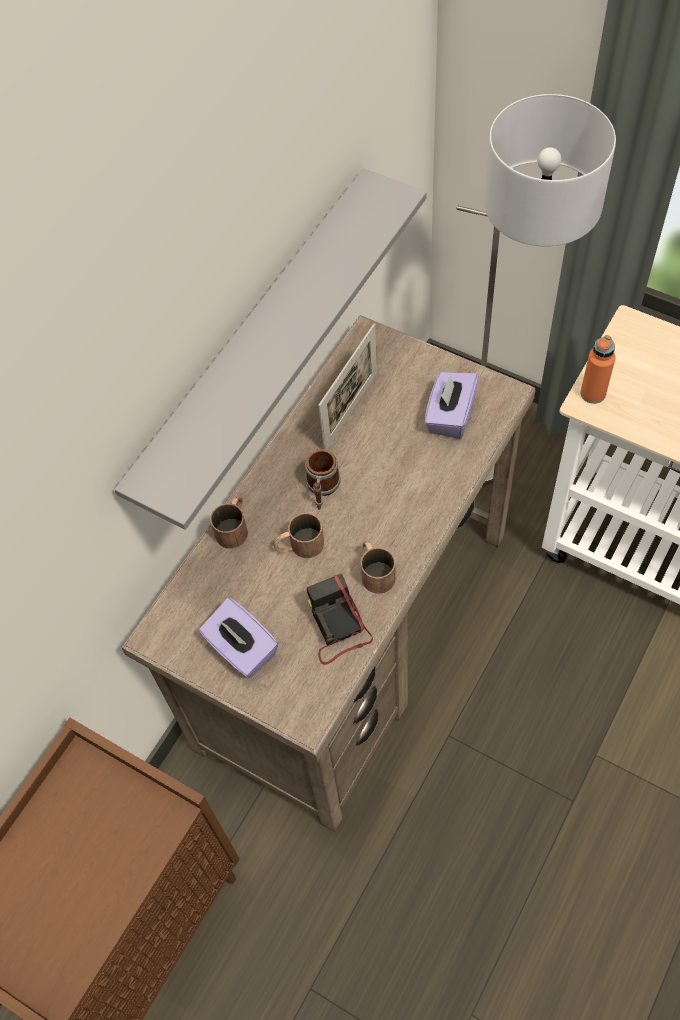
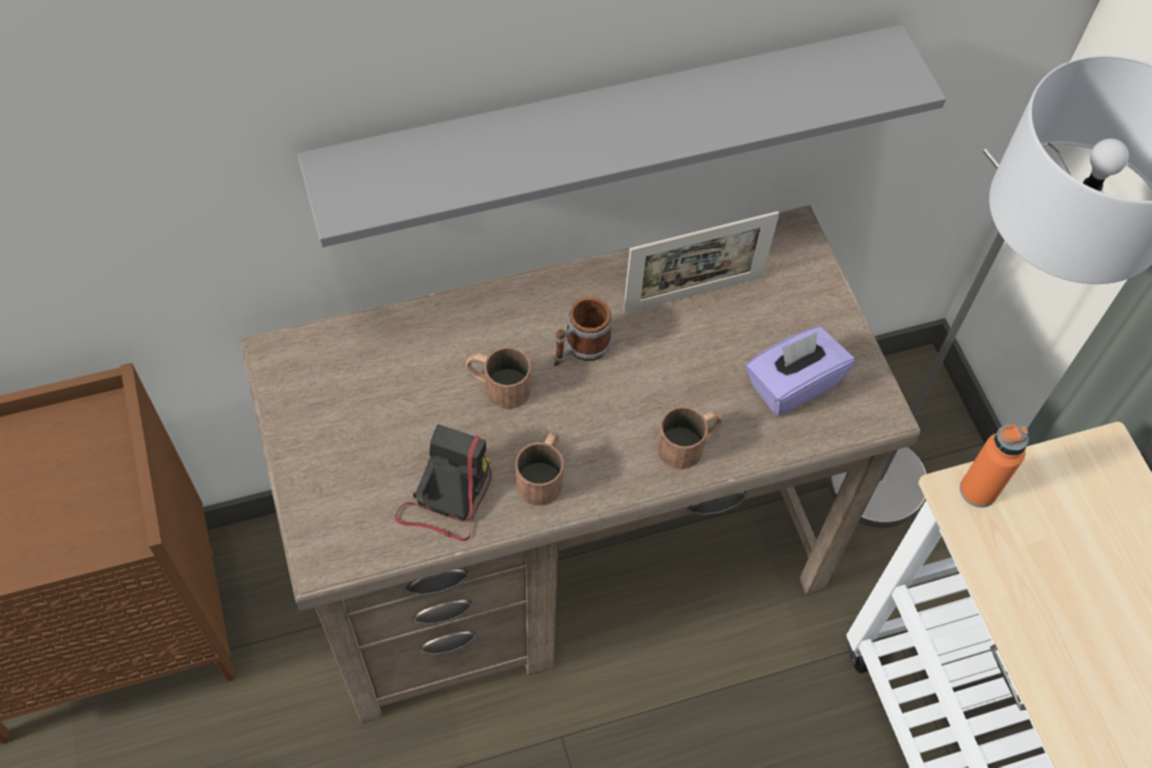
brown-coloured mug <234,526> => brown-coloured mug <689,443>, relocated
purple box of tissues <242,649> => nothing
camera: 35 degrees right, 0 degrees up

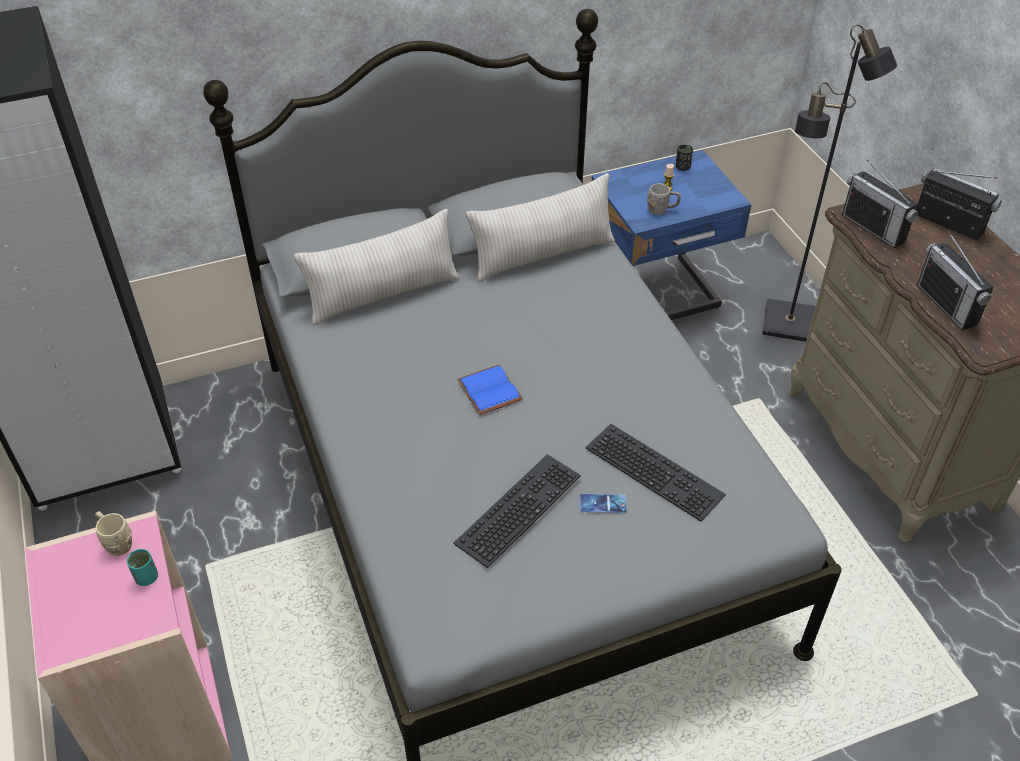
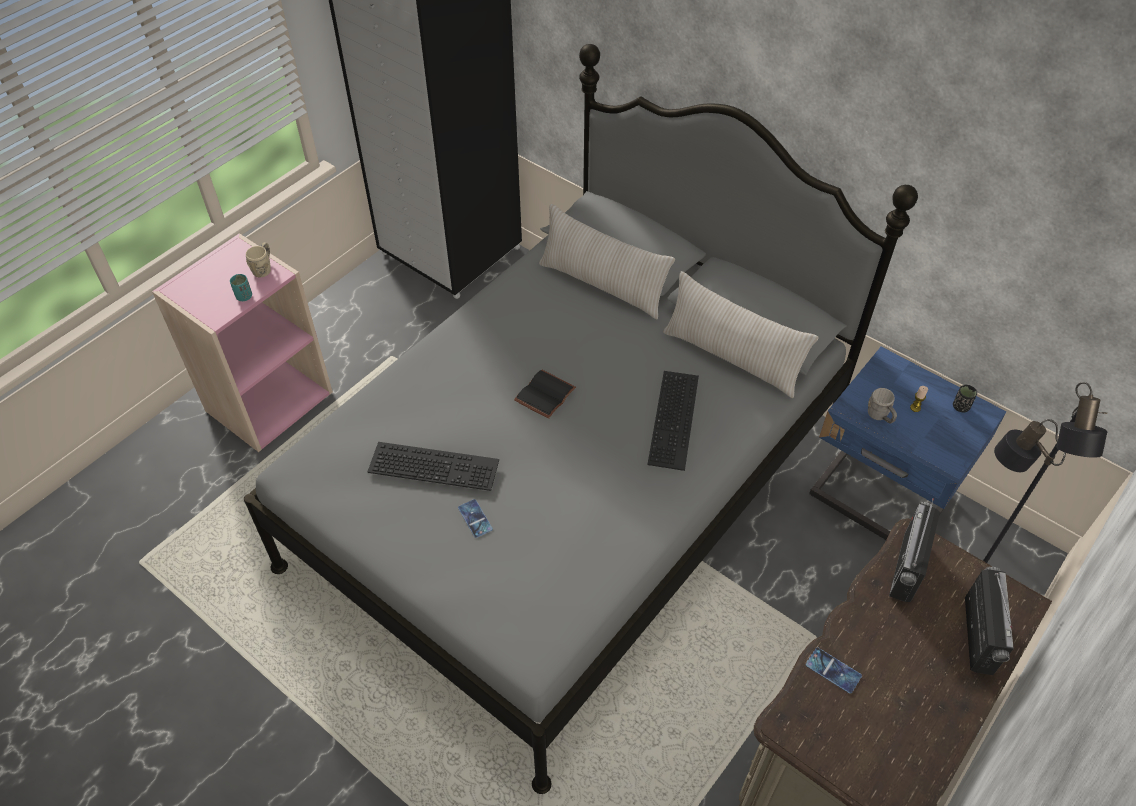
bluish volume <491,391> => black volume <545,396>
PC keyboard <657,470> => PC keyboard <676,420>, relocated
radio receiver <946,305> => handset <833,670>
camera: 60 degrees right, 5 degrees up

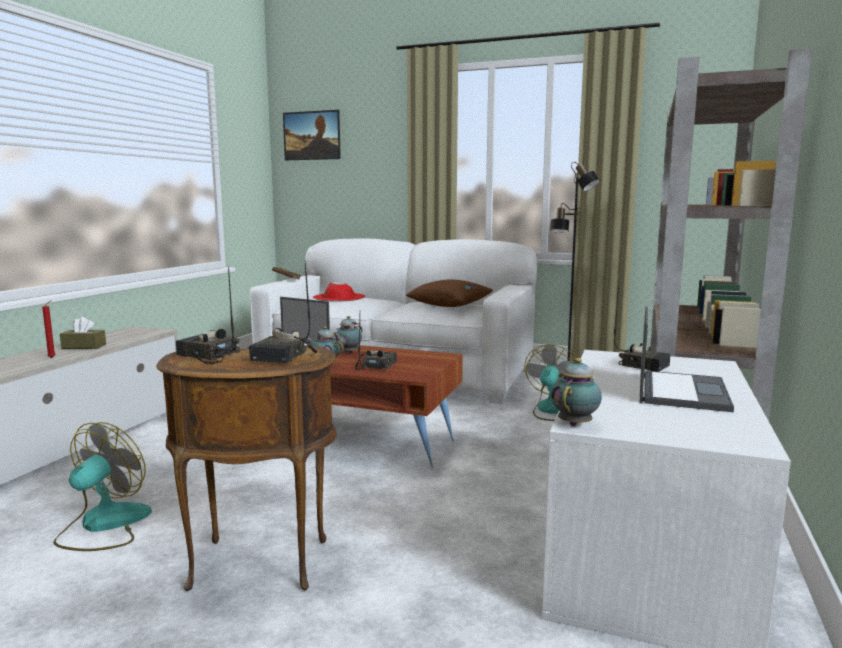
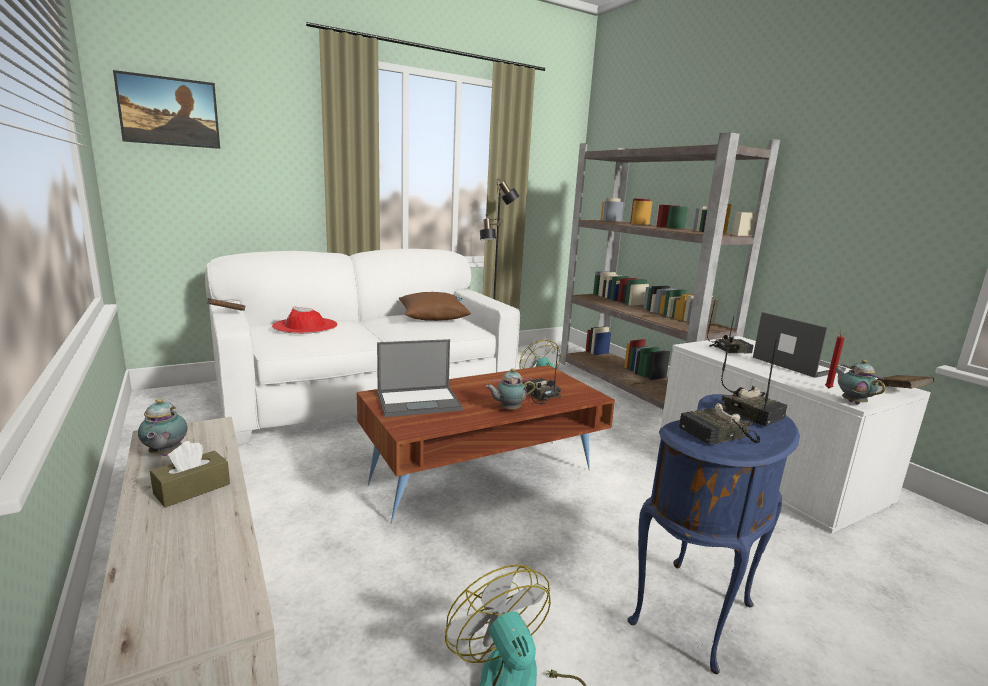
pot for tea <348,353> => pot for tea <165,454>, relocated
brown-coloured end table <257,567> => bluish end table <697,616>
red-coloured wax candle <53,358> => red-coloured wax candle <828,388>, relocated
nothing => brown-coloured volume <901,391>
camera: 50 degrees left, 5 degrees up

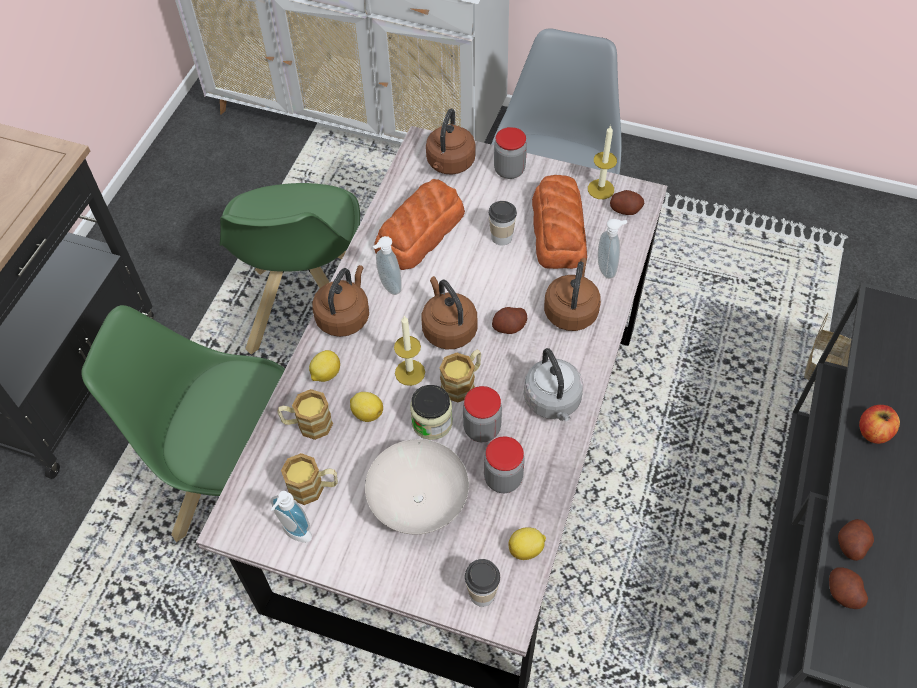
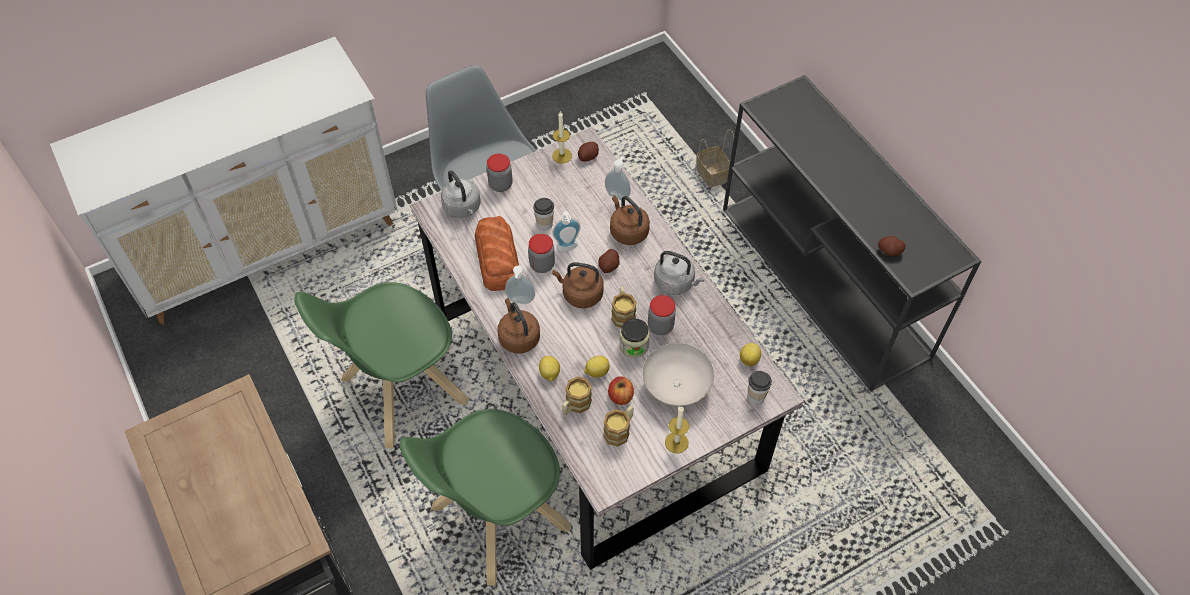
green-coloured upright chair <308,312> => green-coloured upright chair <400,391>, 105 degrees clockwise
brown-coloured water kettle <450,164> => greyish water kettle <463,208>
preserve jar <503,478> => preserve jar <542,265>, relocated
soap dispenser <294,535> => soap dispenser <567,248>, relocated
whole apple <873,432> => whole apple <620,396>, relocated
wax candle <410,372> => wax candle <676,442>, relocated
bakery bread <559,229> => nothing
spud <851,544> => nothing
camera: 50 degrees left, 0 degrees up

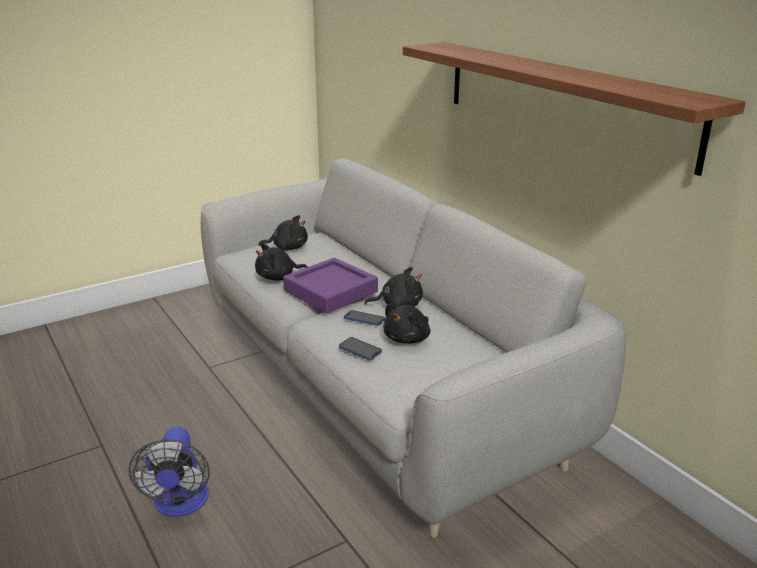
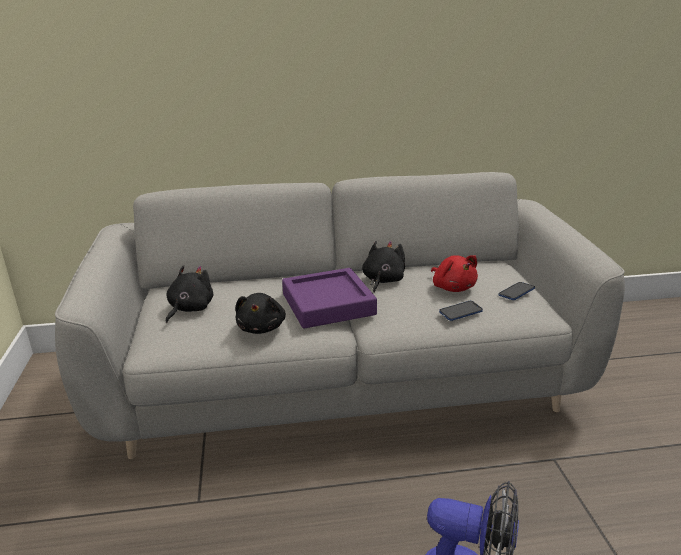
black plush toy <408,338> => red-coloured plush toy <453,287>
handset <364,319> => handset <516,292>, relocated
shelf <561,100> => nothing
camera: 65 degrees left, 0 degrees up

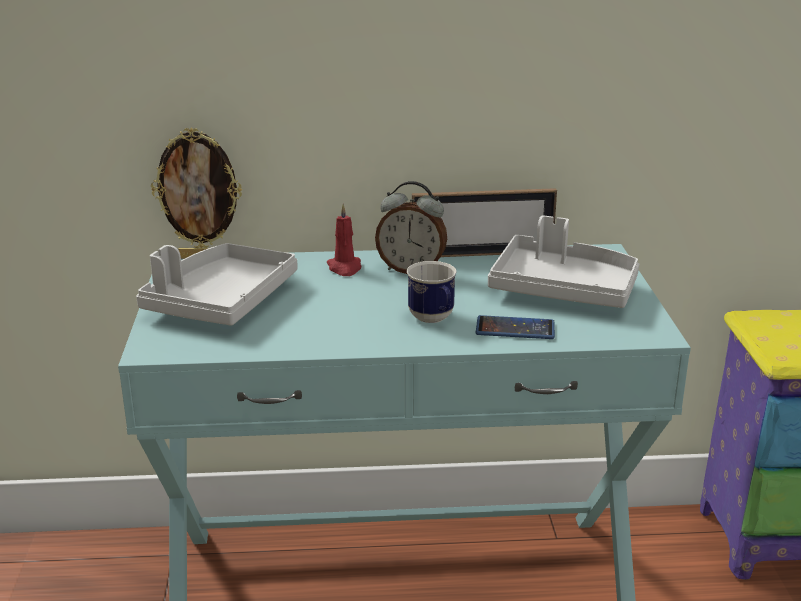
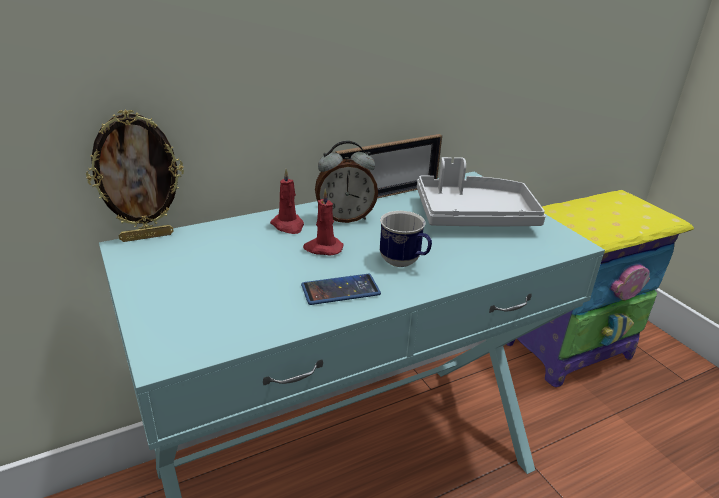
handset <515,329> => handset <340,290>, relocated
nothing => red-coloured wax candle <323,248>
greyish carrying tray <221,301> => nothing
camera: 25 degrees left, 5 degrees up

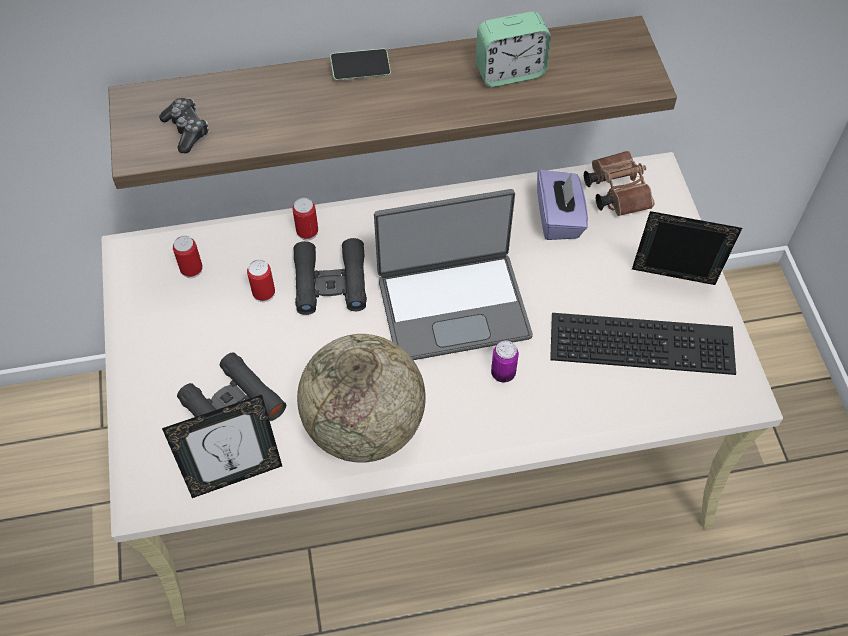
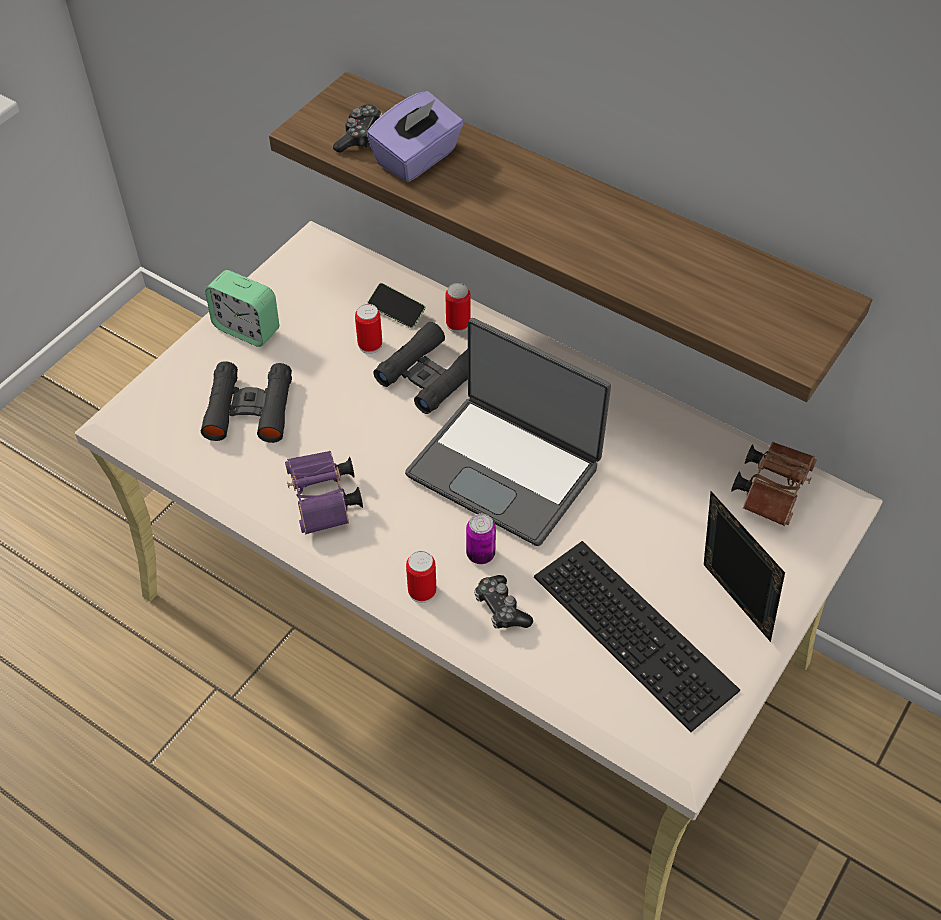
alarm clock <510,72> => alarm clock <247,329>, relocated
globe <365,426> => purple binoculars <324,502>
purple box of tissues <559,218> => purple box of tissues <417,158>, relocated
handset <360,71> => handset <396,311>, relocated
metal can <191,269> => metal can <422,591>, relocated
nothing => joypad <501,608>
picture frame <235,475> => nothing
camera: 45 degrees right, 5 degrees down

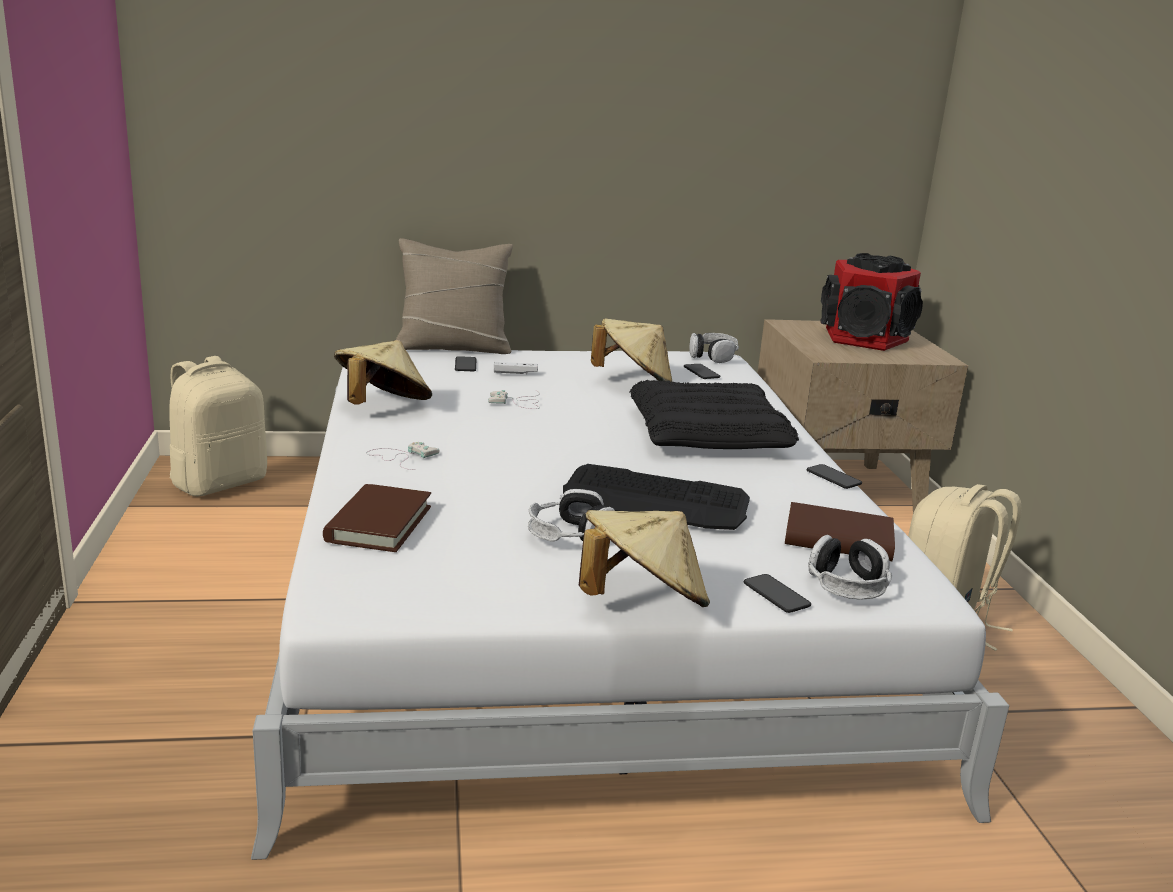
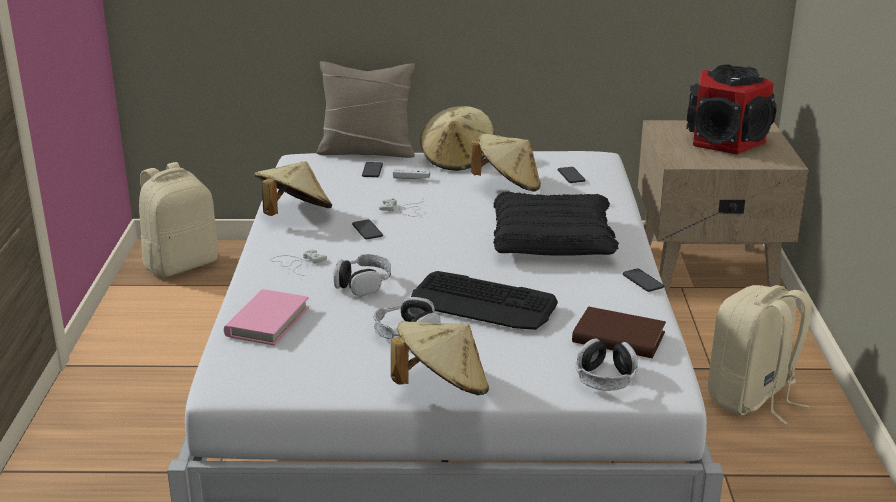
brown-coloured volume <379,524> => pink-coloured volume <267,321>
headphones <712,356> => headphones <363,284>, relocated
handset <776,595> => handset <367,230>, relocated
nothing => sand-coloured wearable hat <457,159>
camera: 10 degrees right, 5 degrees up

